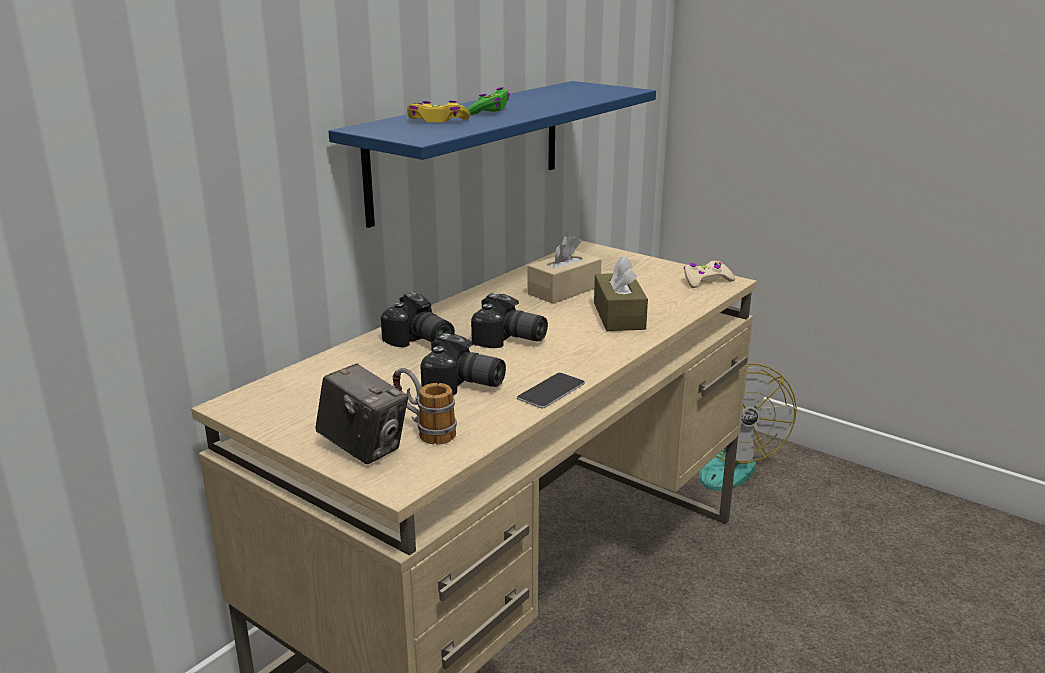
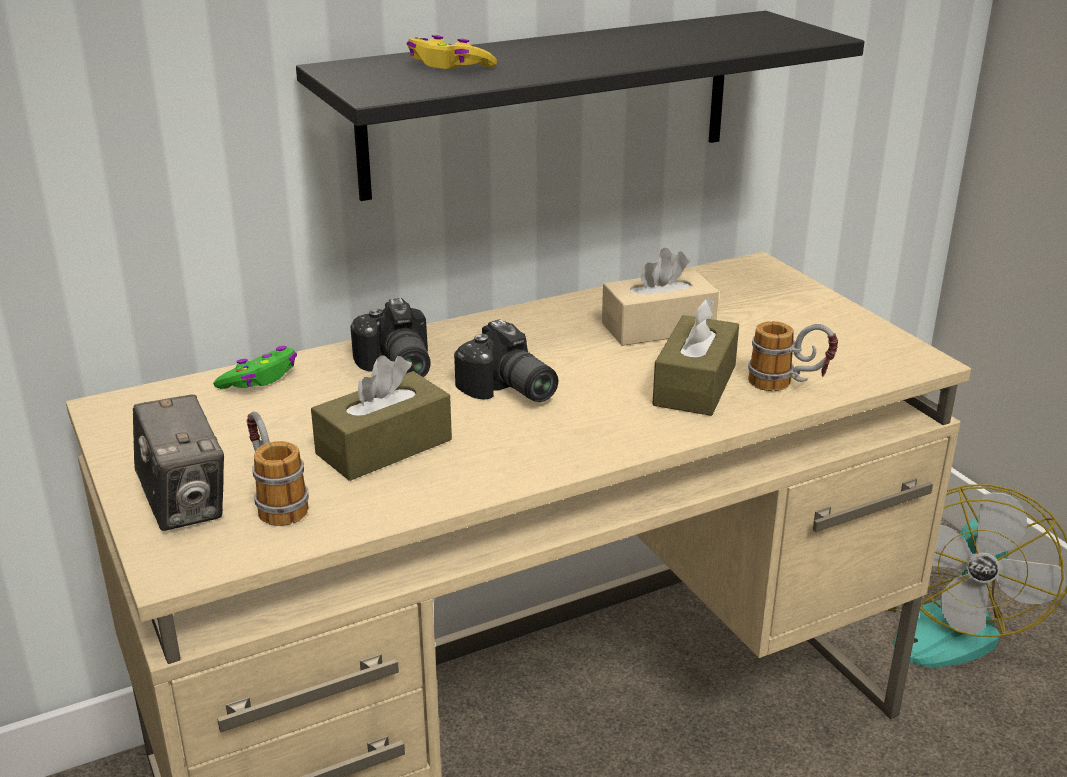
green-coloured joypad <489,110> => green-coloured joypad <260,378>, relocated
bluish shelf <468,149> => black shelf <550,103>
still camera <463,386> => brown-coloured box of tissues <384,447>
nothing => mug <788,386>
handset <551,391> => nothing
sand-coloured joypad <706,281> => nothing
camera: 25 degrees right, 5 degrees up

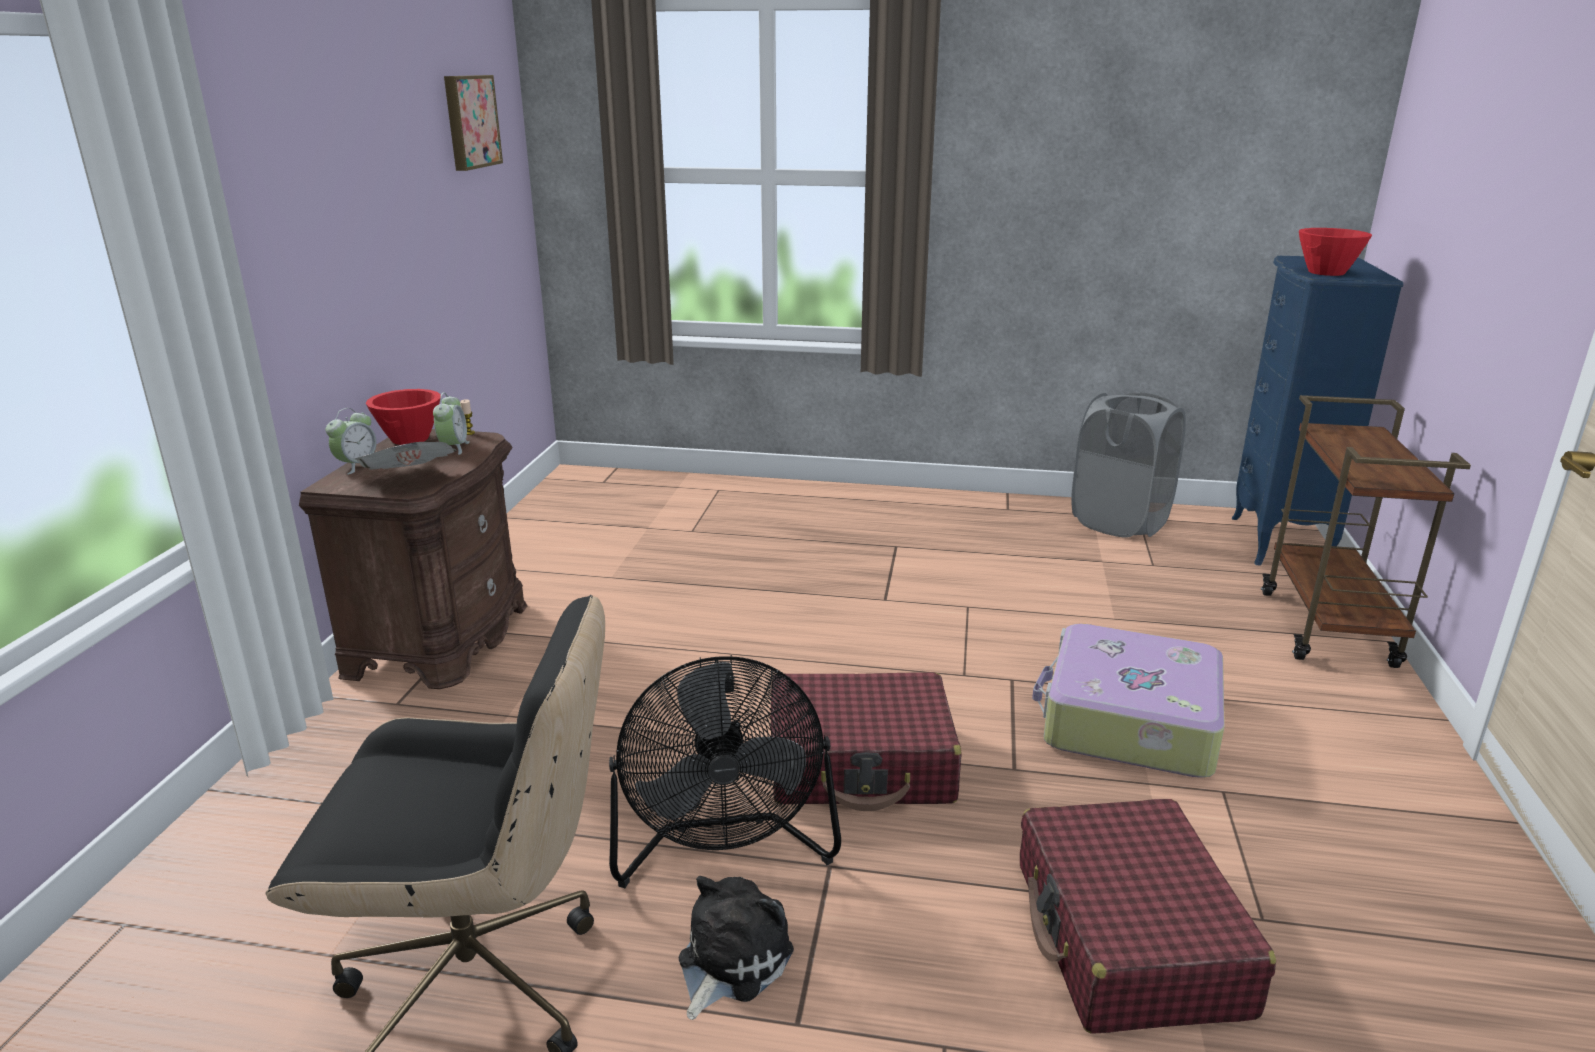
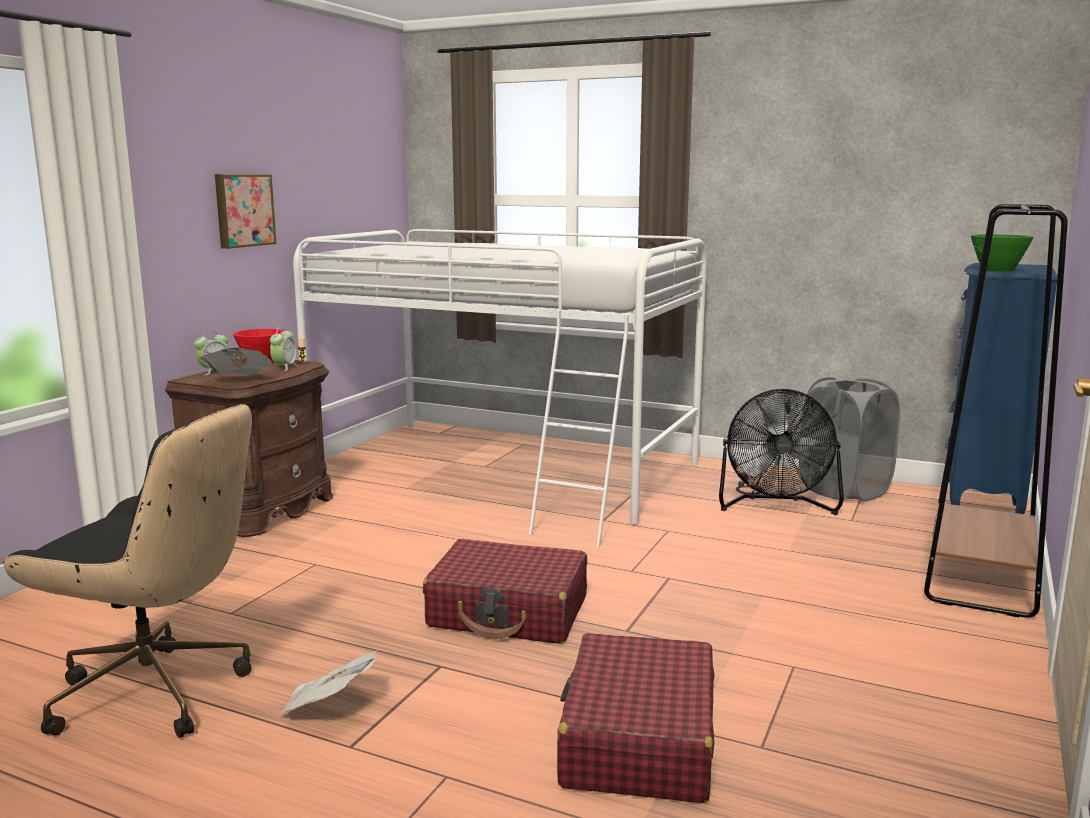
picture <470,121> => picture <243,210>, relocated
plush toy <730,961> => printed paper <329,706>
nothing => white bed <506,469>
black cooling fan <715,845> => black cooling fan <771,504>, relocated
brown-coloured trolley <1327,632> => garment rack <979,579>
red-coloured serving bowl <1327,272> => green-coloured serving bowl <998,270>
piece of luggage <1128,721> => nothing
camera: 15 degrees right, 10 degrees down

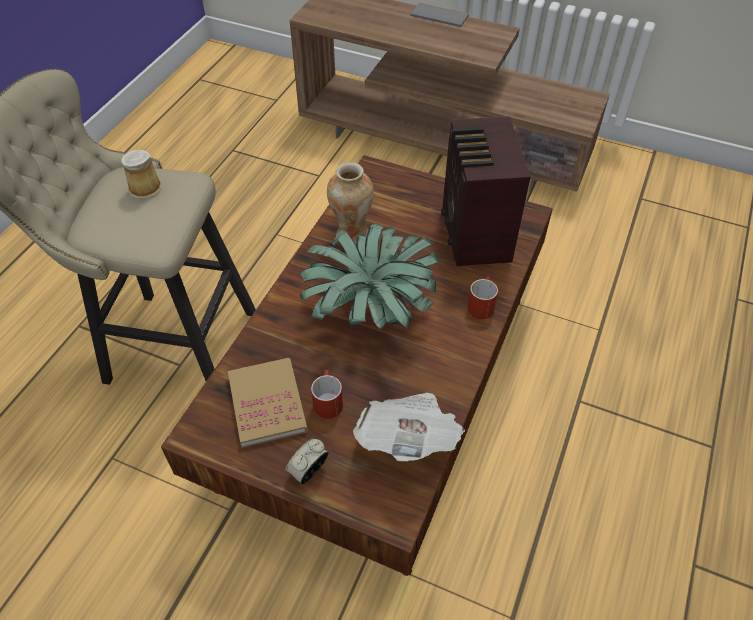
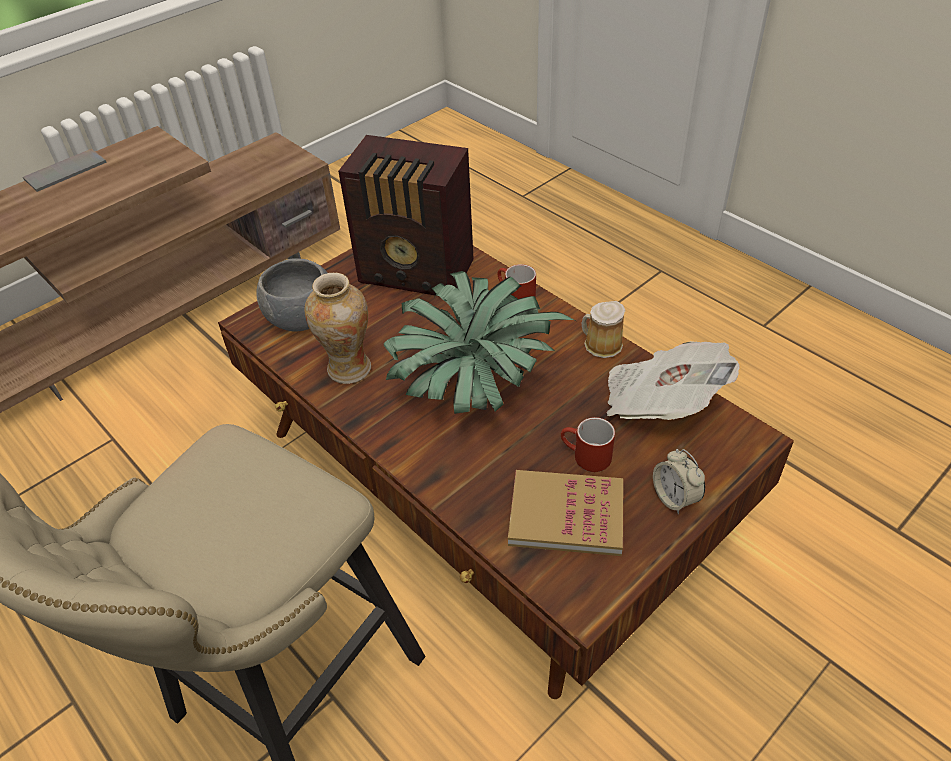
nothing => greyish serving bowl <302,317>
mug <146,187> => mug <600,344>, relocated
camera: 65 degrees left, 5 degrees down

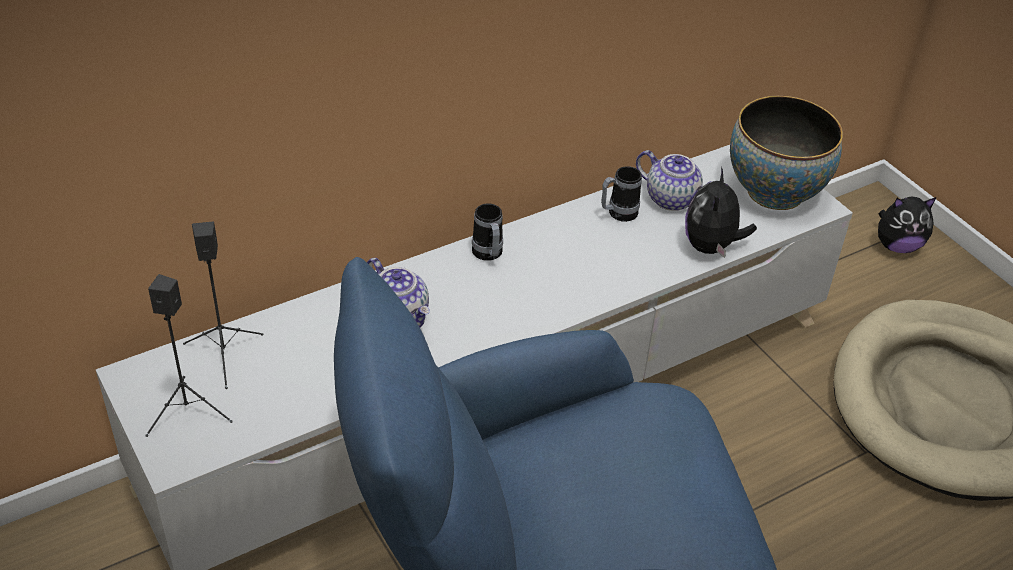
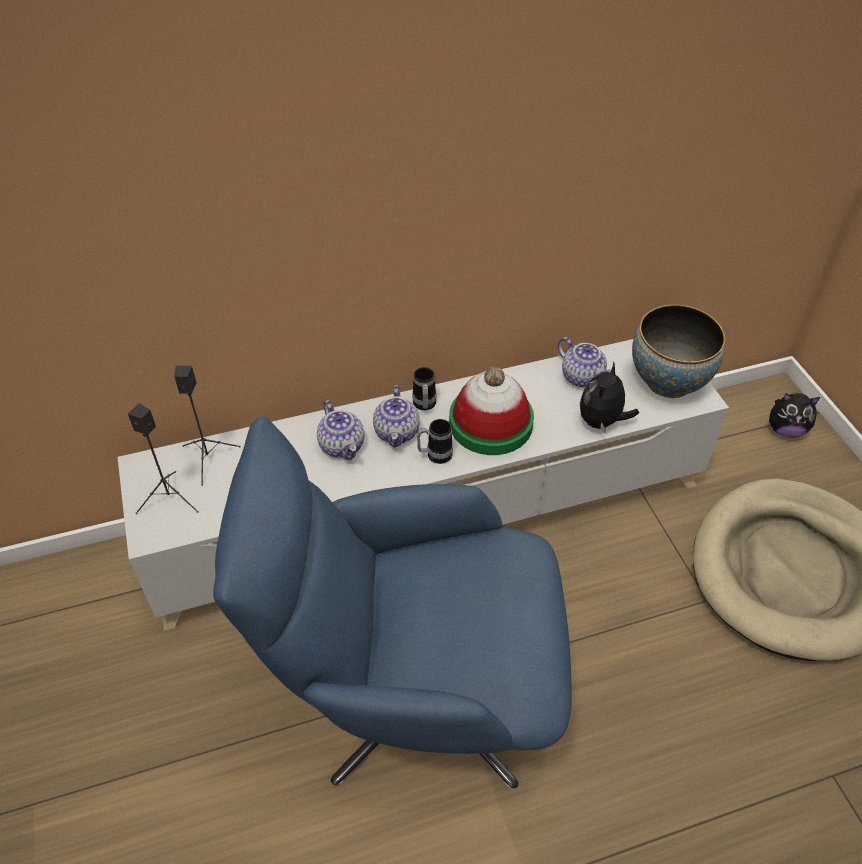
nothing => pot for tea <397,433>
mug <617,214> => mug <434,455>, relocated
nothing => wearable hat <490,423>
camera: 15 degrees right, 5 degrees up

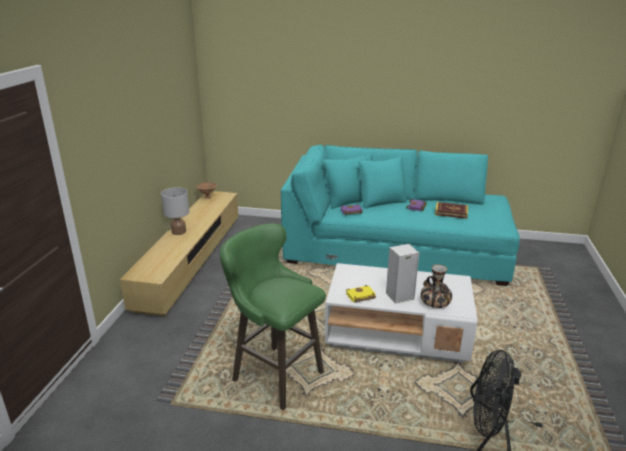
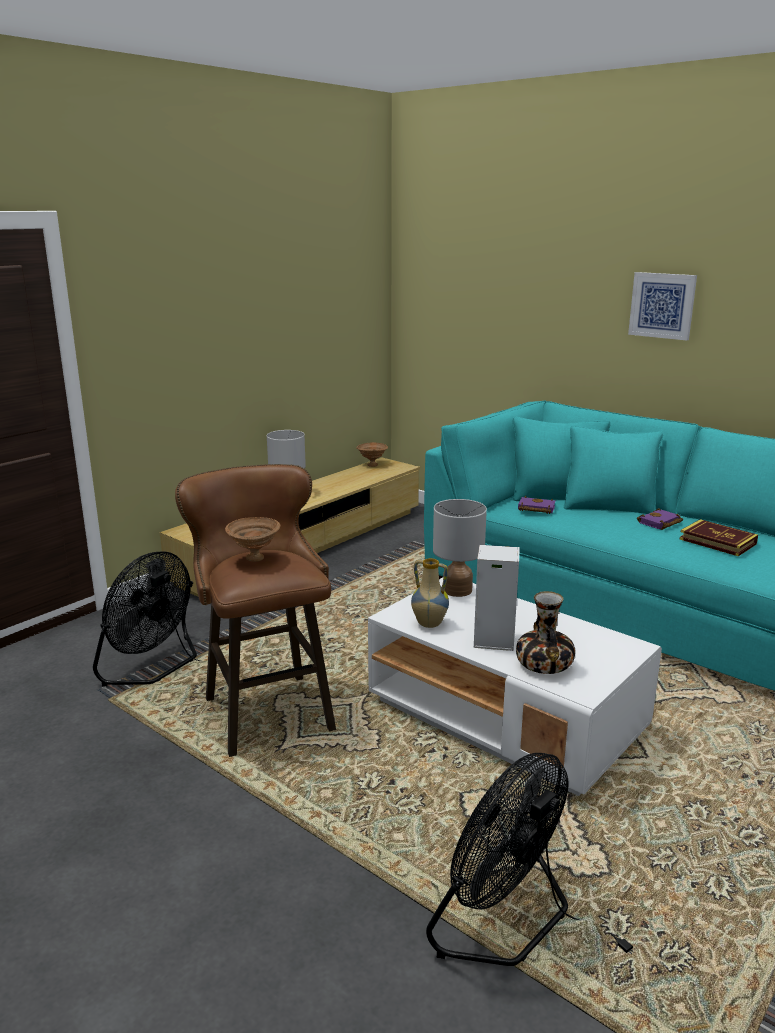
nothing => black cooling fan <166,665>
green-coloured stool <275,375> => brown-coloured stool <266,711>
nothing => brown-coloured serving bowl <255,558>
yellow-coloured volume <360,296> => vase <428,624>
nothing => greyish tabletop lamp <457,590>
nothing => picture <662,305>
camera: 30 degrees right, 5 degrees down

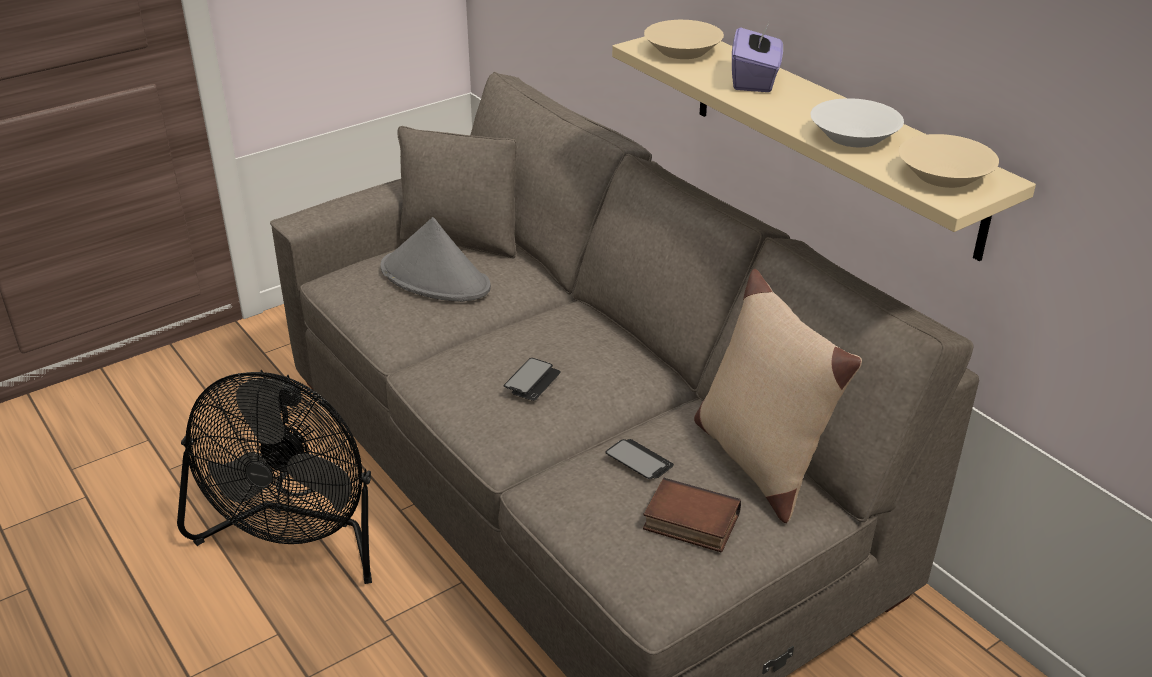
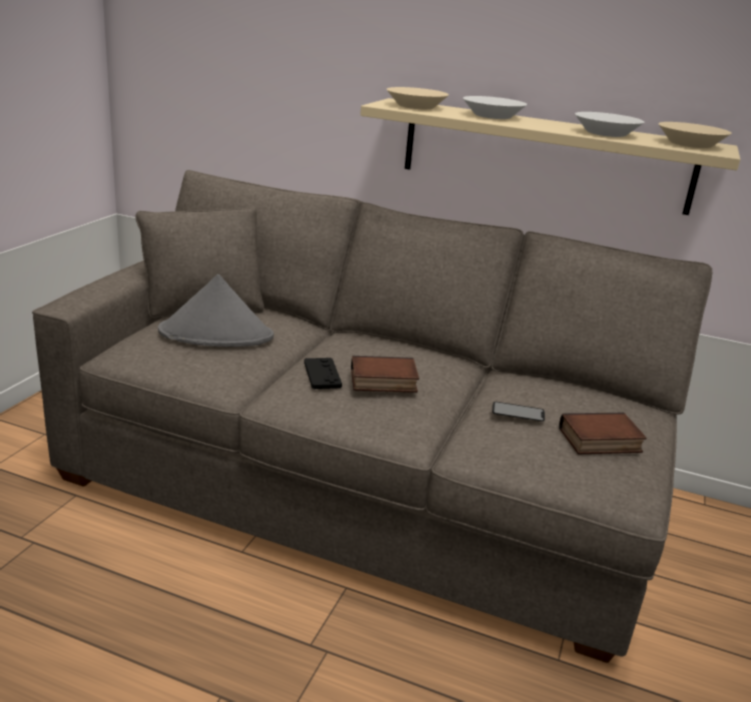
nothing => black joypad <322,374>
handset <532,381> => volume <382,382>
purple box of tissues <755,80> => white serving bowl <491,116>
black cooling fan <293,533> => nothing
sand-coloured pillow <759,460> => nothing
camera: 35 degrees left, 10 degrees down

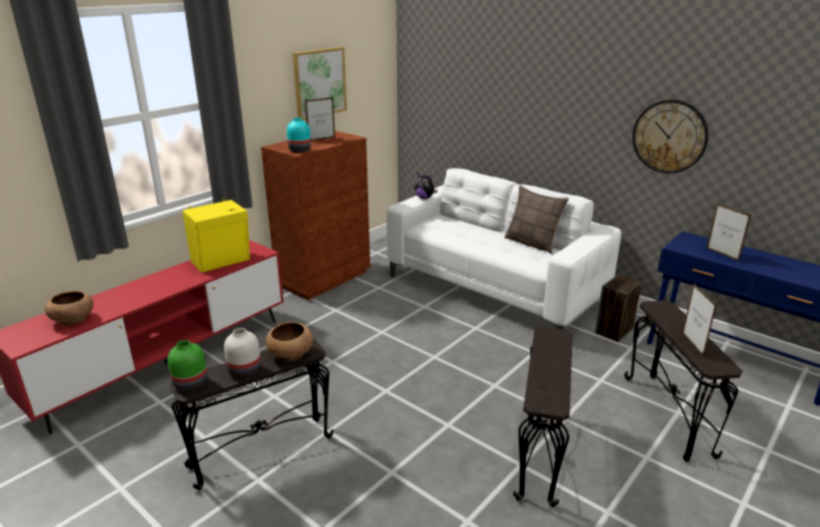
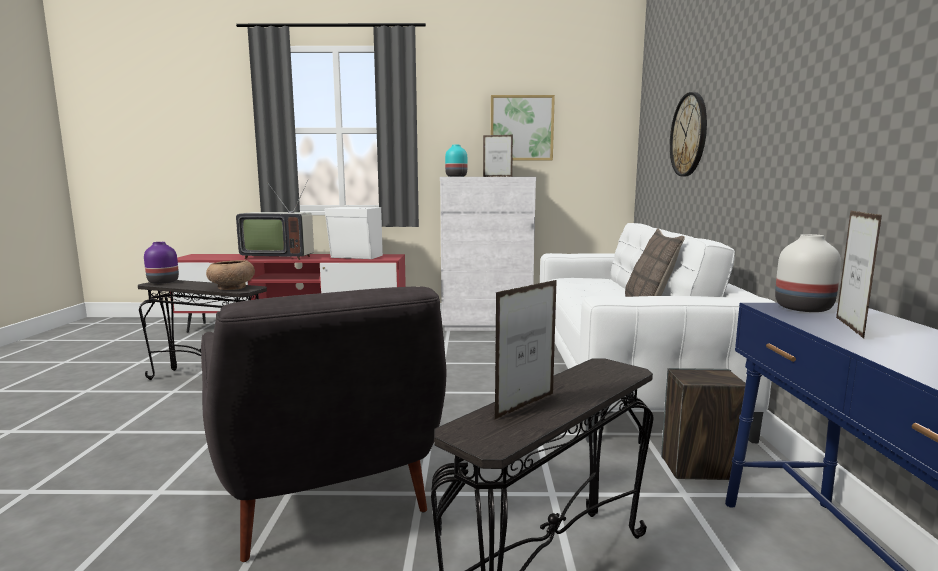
green-coloured vase <190,384> => purple vase <162,282>
black end table <540,452> => greyish lounge chair <326,497>
nothing => TV <278,257>
yellow-coloured speaker <222,261> => white speaker <356,257>
brown-coloured dresser <324,278> => white dresser <487,324>
wall clock <669,136> => wall clock <689,135>, relocated
white vase <245,371> => white vase <804,308>, relocated
brown-coloured serving bowl <73,319> => nothing
plush toy <424,198> => nothing
camera: 50 degrees right, 15 degrees down

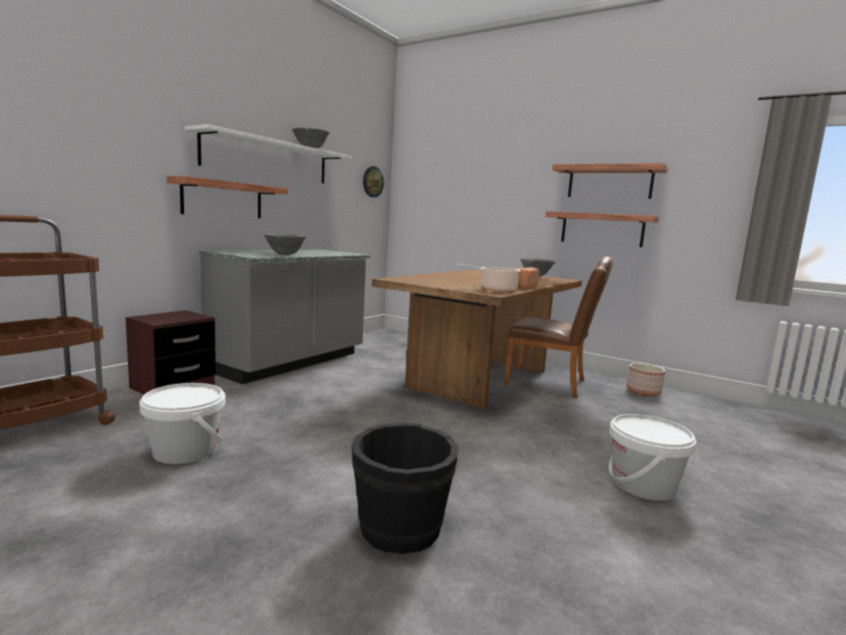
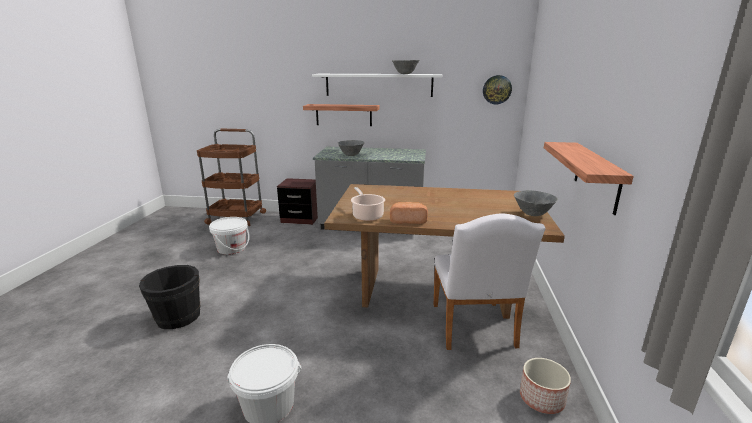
brown-coloured upright chair <552,383> => white upright chair <474,329>
shelf <609,182> => nothing
camera: 65 degrees right, 10 degrees up

